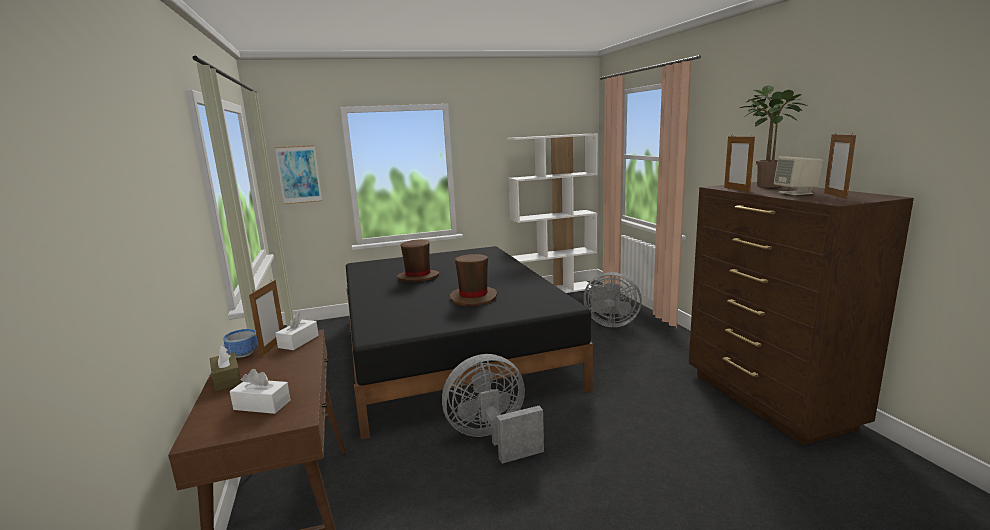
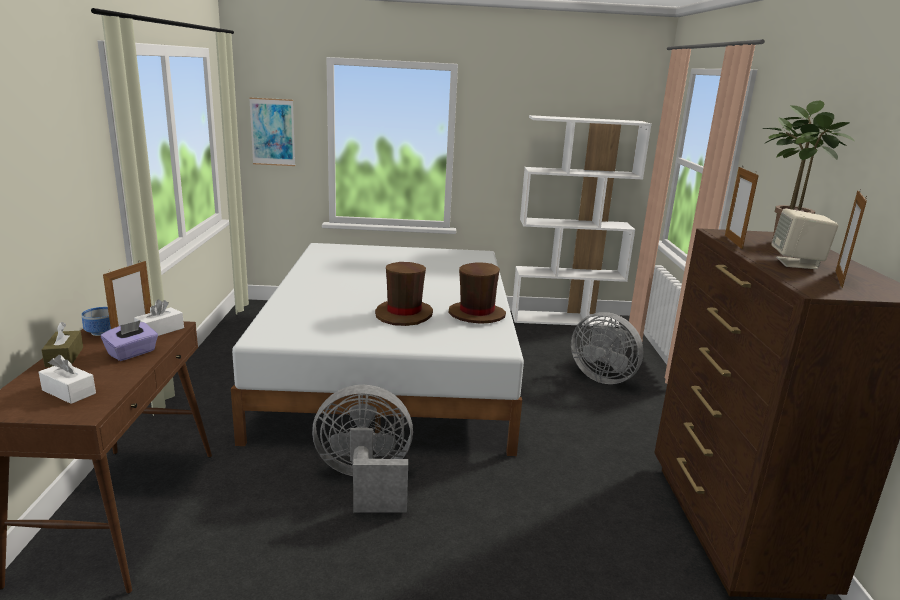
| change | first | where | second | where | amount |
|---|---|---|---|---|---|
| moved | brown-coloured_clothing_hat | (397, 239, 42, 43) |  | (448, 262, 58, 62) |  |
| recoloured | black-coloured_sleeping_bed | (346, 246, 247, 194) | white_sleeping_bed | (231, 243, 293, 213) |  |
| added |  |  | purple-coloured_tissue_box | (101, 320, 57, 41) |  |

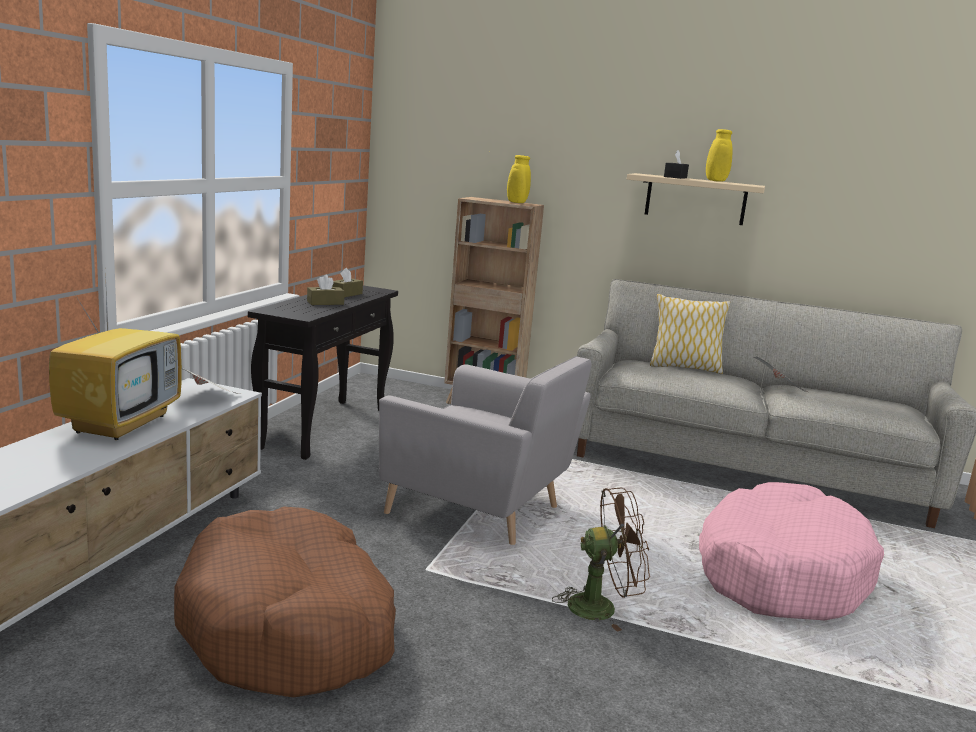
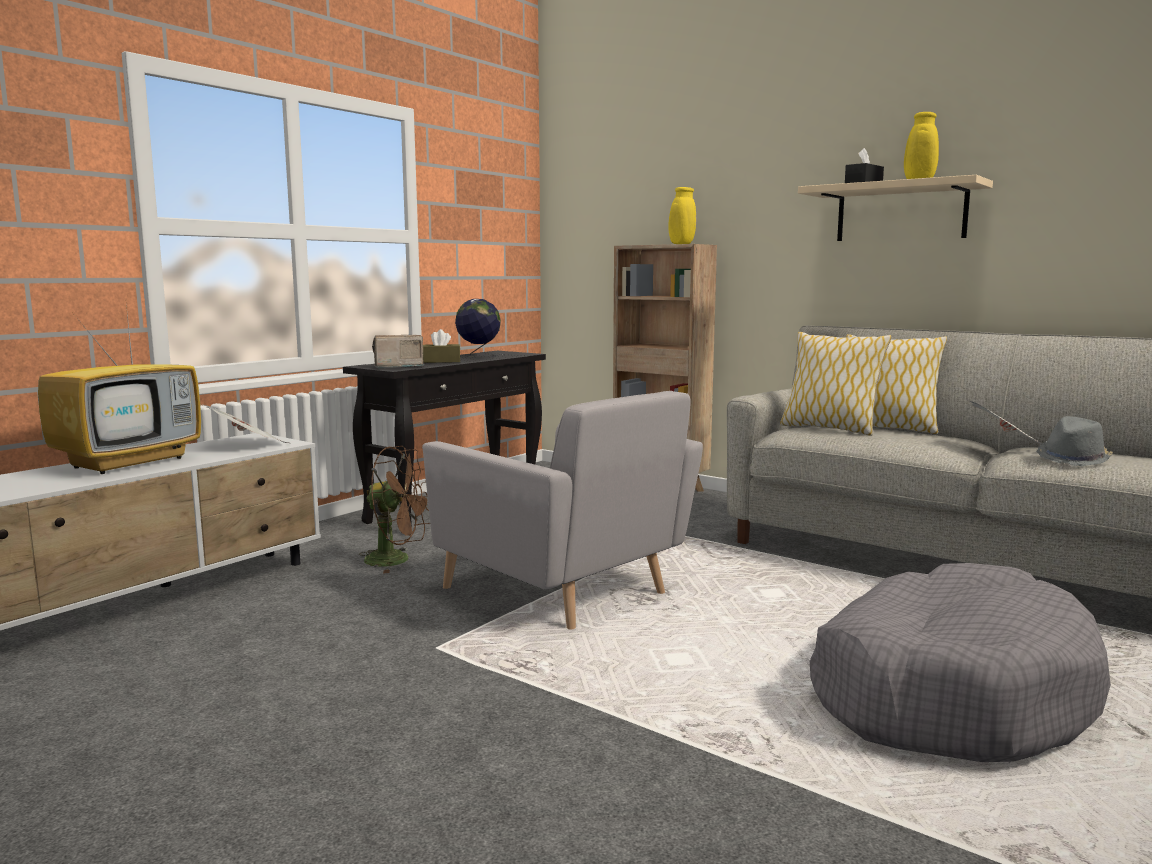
| change | first | where | second | where | amount |
|---|---|---|---|---|---|
| replaced | brown-coloured_tissue_box | (332, 268, 31, 29) | desk_globe | (455, 299, 46, 59) |  |
| recoloured | pink-coloured_pet_bed | (699, 482, 185, 138) | grey_pet_bed | (810, 563, 301, 199) |  |
| moved | brown-coloured_electric_fan | (552, 488, 98, 144) |  | (359, 446, 72, 128) |  |
| removed | brown-coloured_pet_bed | (174, 507, 222, 190) |  |  |  |
| added |  |  | throw_pillow | (780, 332, 111, 104) |  |
| added |  |  | radio | (372, 335, 52, 33) |  |
| added |  |  | grey_clothing_hat | (1036, 416, 77, 50) |  |

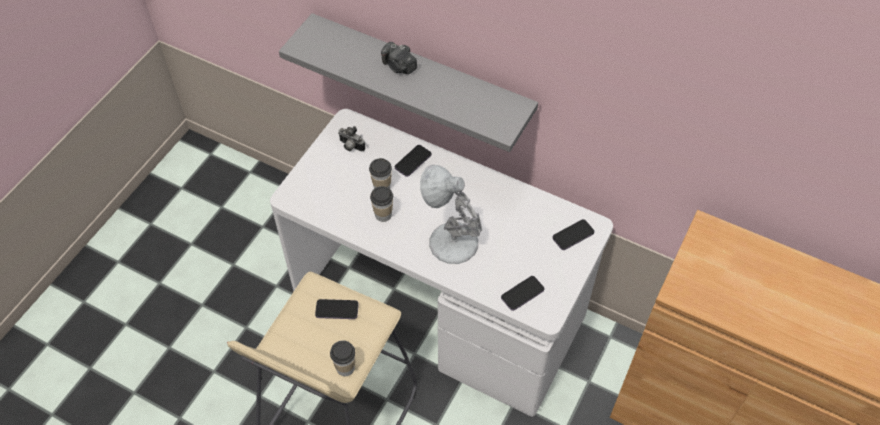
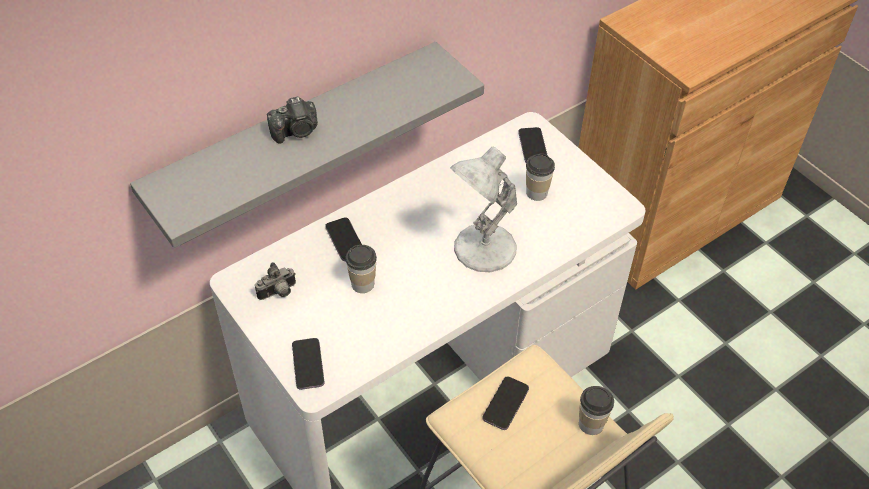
| change | first | where | second | where | amount |
|---|---|---|---|---|---|
| moved | small_cup | (370, 186, 23, 36) |  | (526, 153, 29, 48) |  |
| moved | phone | (501, 276, 44, 35) |  | (292, 338, 32, 52) |  |

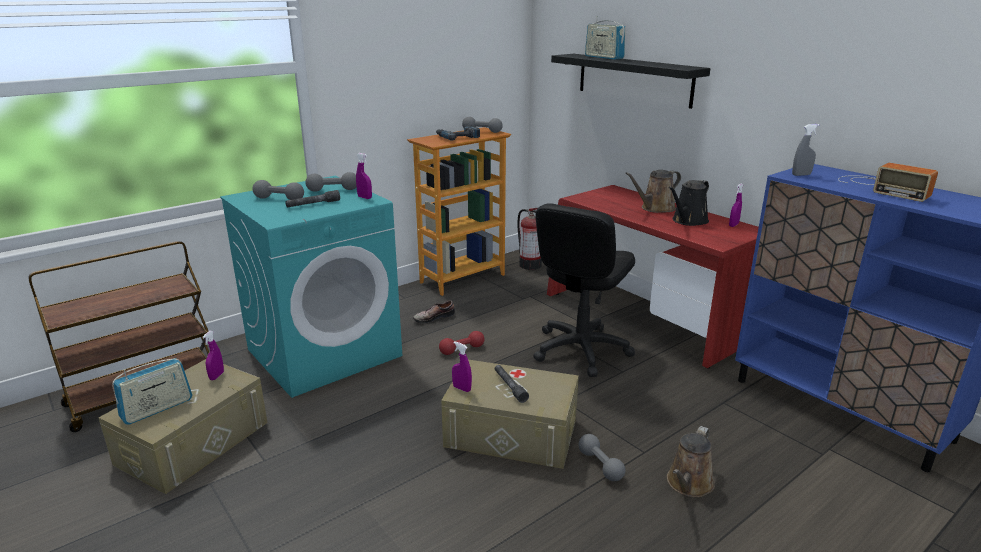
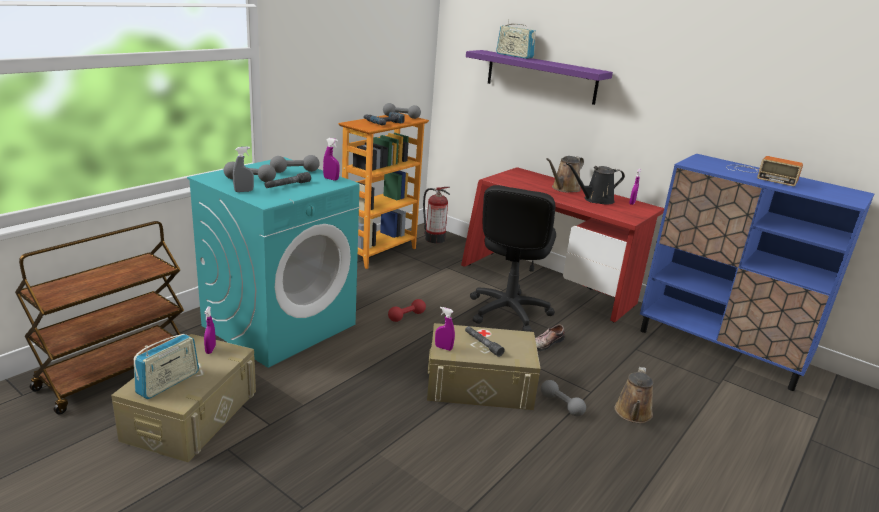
| change | first | where | second | where | amount |
|---|---|---|---|---|---|
| recoloured | black-coloured_shelf | (551, 54, 160, 55) | purple-coloured_shelf | (466, 50, 147, 55) |  |
| moved | grey_sprayer | (792, 124, 28, 52) |  | (233, 147, 21, 45) |  |
| turned | black-coloured_watering_pot | (669, 180, 40, 46) |  | (566, 163, 59, 42) | 45 degrees clockwise |
| moved | low_shoe | (413, 300, 42, 23) |  | (535, 325, 30, 26) |  |

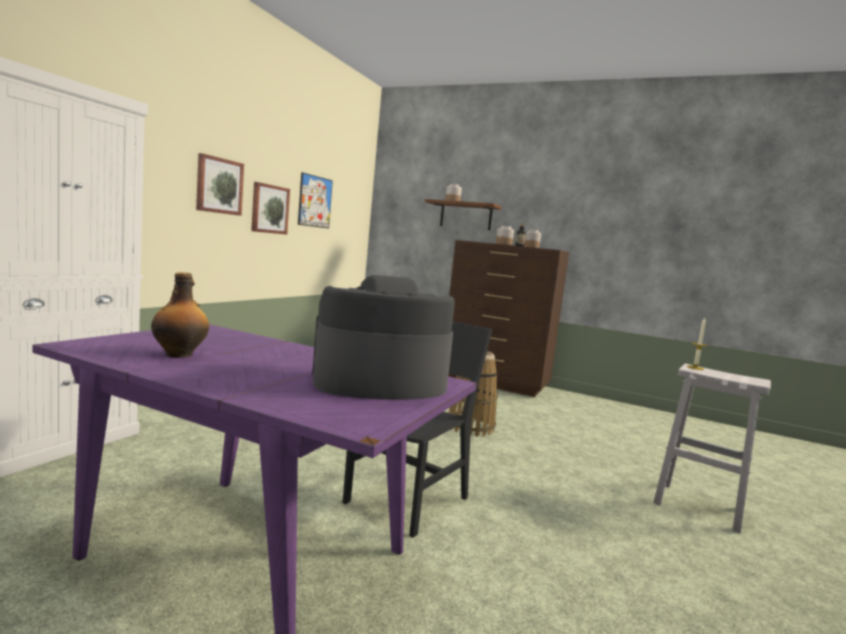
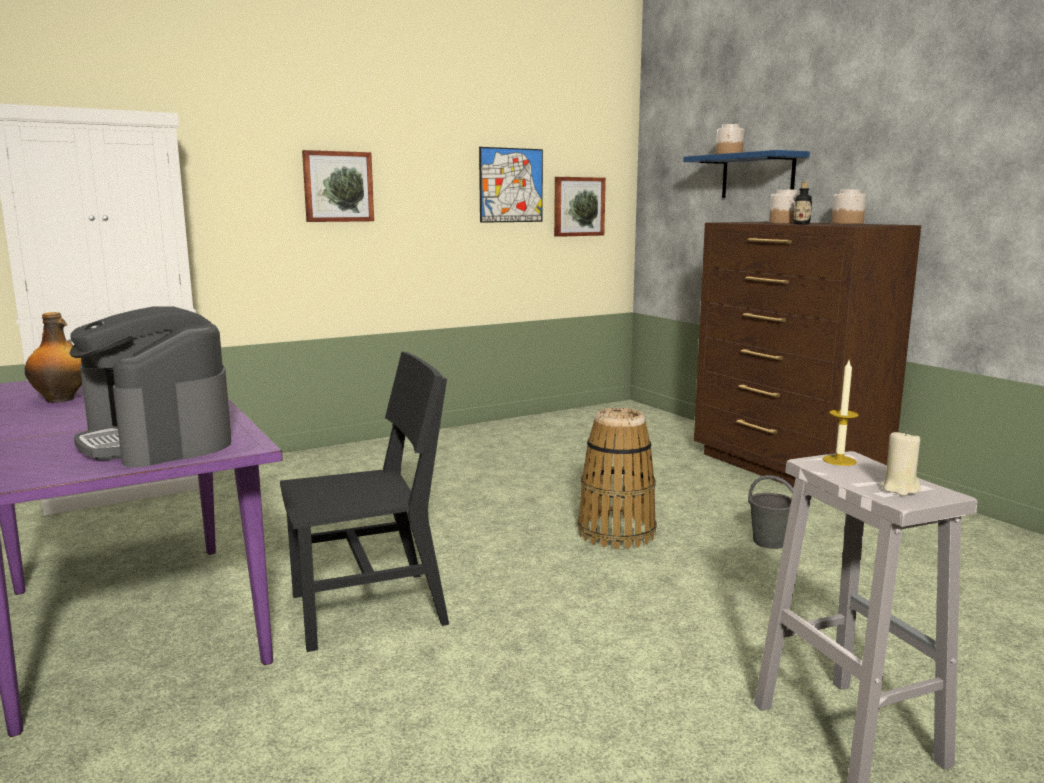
| change | first | where | second | where | amount |
|---|---|---|---|---|---|
| moved | wall_art | (251, 182, 39, 52) |  | (554, 177, 52, 60) |  |
| recoloured | brown-coloured_shelf | (425, 199, 77, 31) | blue-coloured_shelf | (683, 150, 127, 48) |  |
| turned | coffee_brewer | (312, 275, 143, 125) |  | (69, 306, 162, 161) | 150 degrees counterclockwise |
| added |  |  | beige-coloured_wax_light | (881, 430, 39, 66) |  |
| added |  |  | grey_pail | (748, 475, 45, 74) |  |

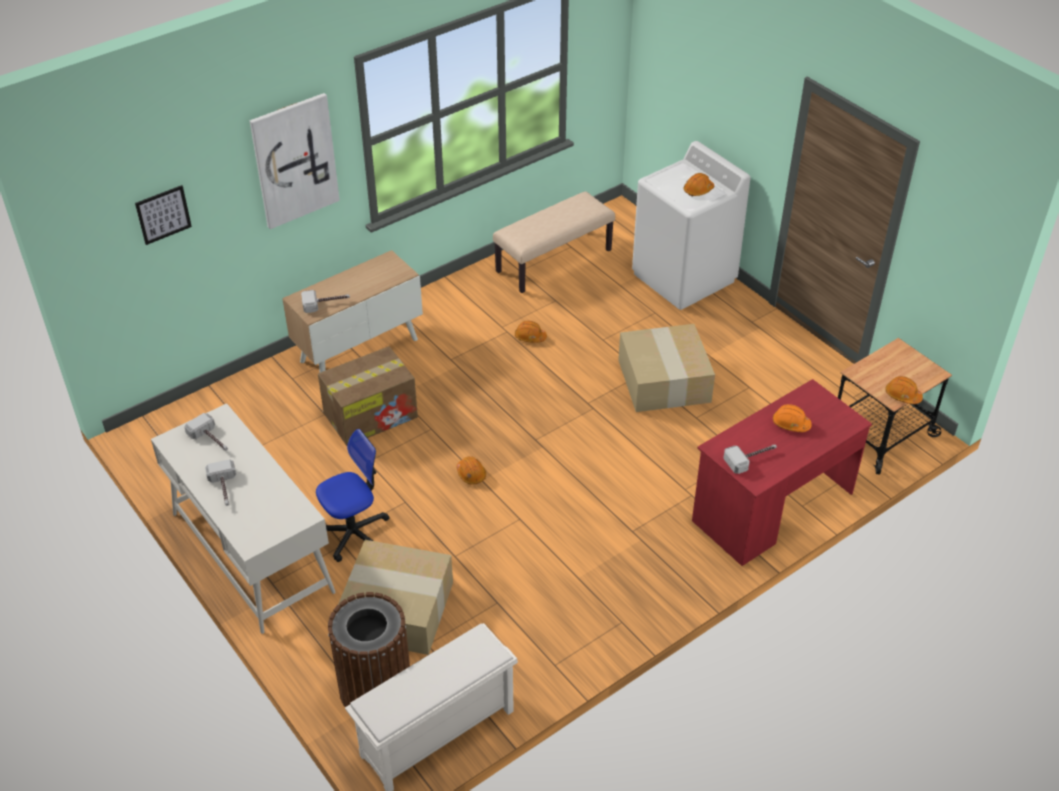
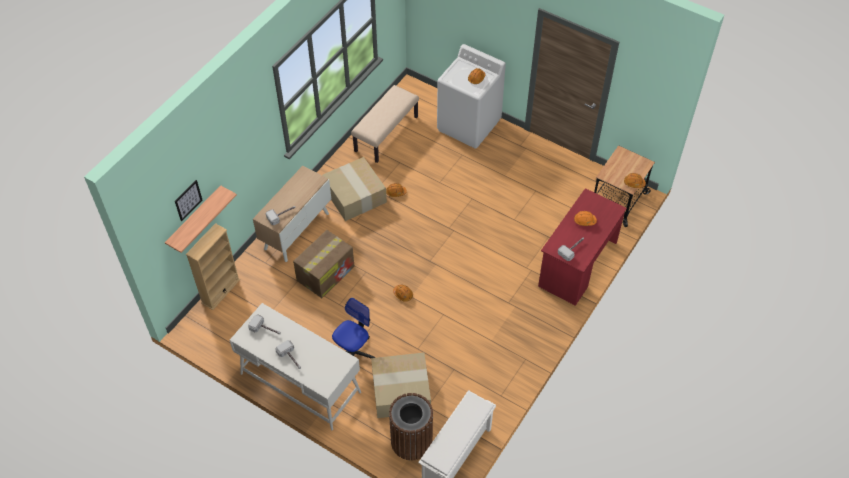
| change | first | where | second | where | amount |
|---|---|---|---|---|---|
| removed | wall_art | (250, 93, 90, 136) |  |  |  |
| moved | packing_box | (618, 324, 97, 88) |  | (322, 157, 65, 64) |  |
| added |  |  | shelf | (165, 185, 72, 68) |  |
| added |  |  | beige-coloured_bookshelf | (186, 223, 54, 87) |  |

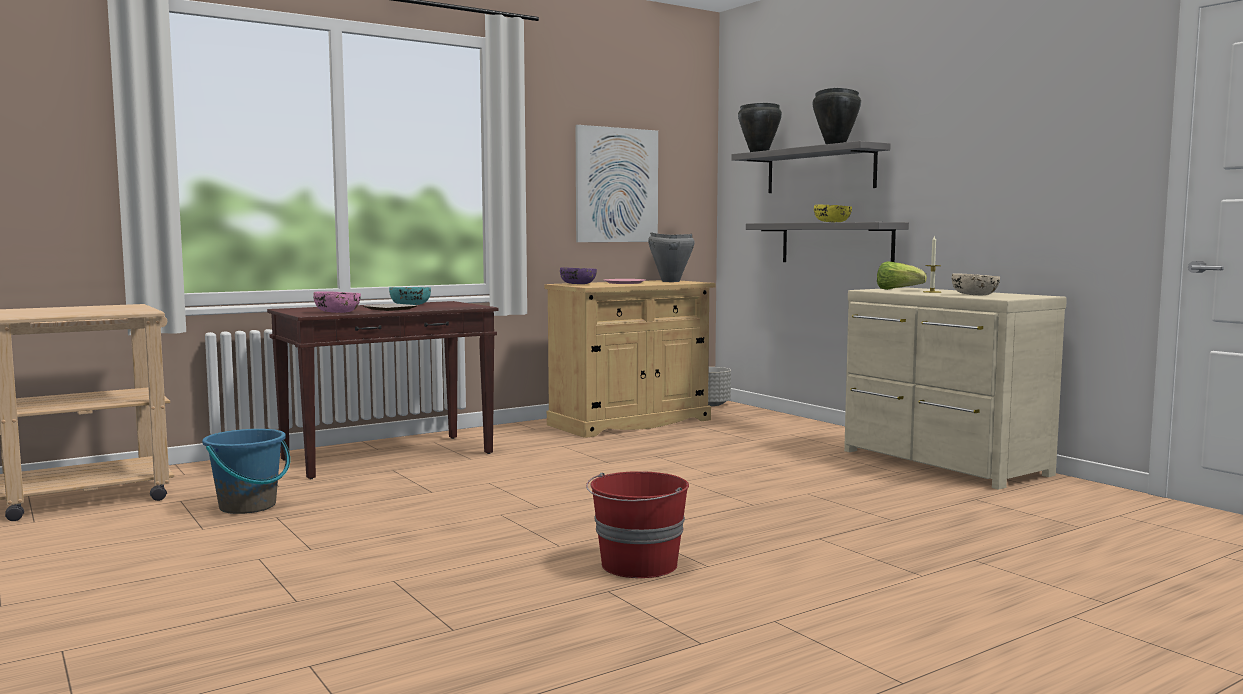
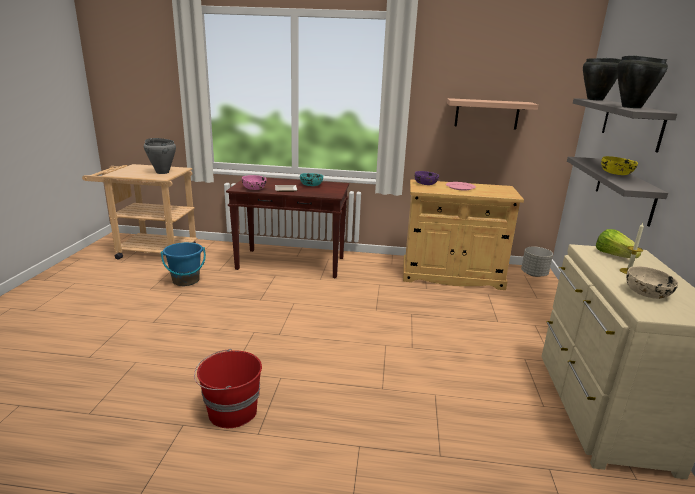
| change | first | where | second | where | amount |
|---|---|---|---|---|---|
| replaced | wall_art | (576, 125, 82, 117) | shelf | (447, 98, 91, 32) |  |
| moved | grey_stockpot | (648, 232, 47, 50) |  | (144, 138, 32, 36) |  |

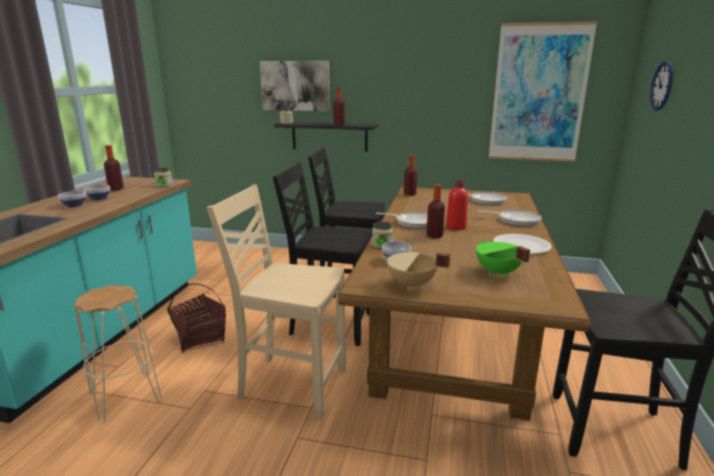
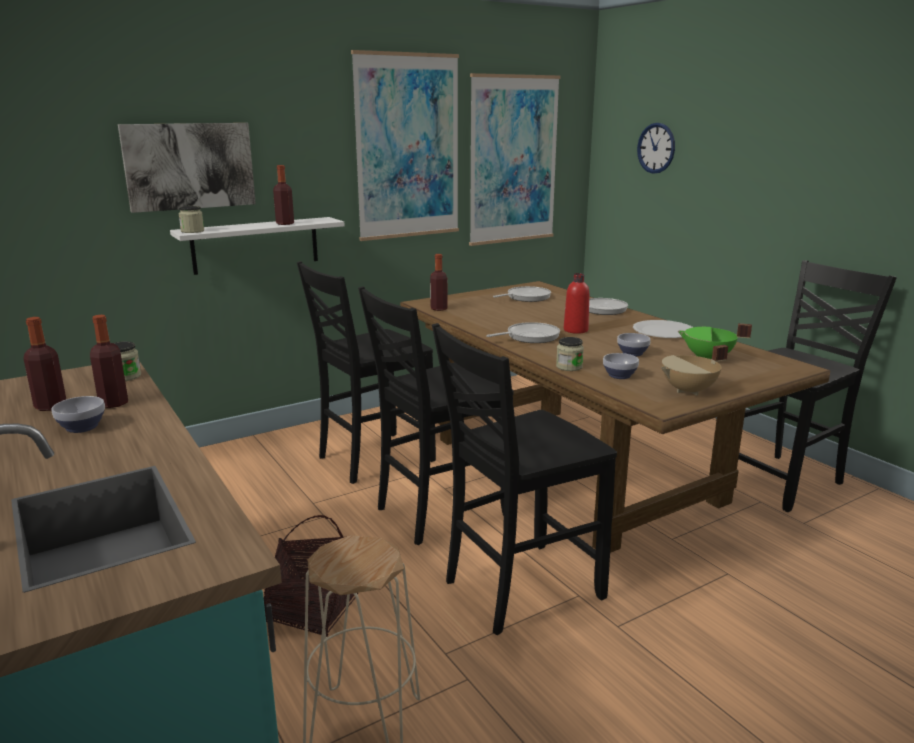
| change | first | where | second | where | amount |
|---|---|---|---|---|---|
| recoloured | black-coloured_shelf | (274, 122, 104, 30) | white_shelf | (170, 217, 174, 58) |  |
| recoloured | beige-coloured_chair | (207, 184, 139, 235) | black-coloured_chair | (432, 323, 185, 312) |  |
| moved | bottle | (426, 184, 19, 55) |  | (90, 315, 38, 93) |  |
| moved | serving_bowl | (58, 191, 28, 16) |  | (617, 333, 34, 23) |  |
| added |  |  | wall_art | (351, 50, 108, 191) |  |

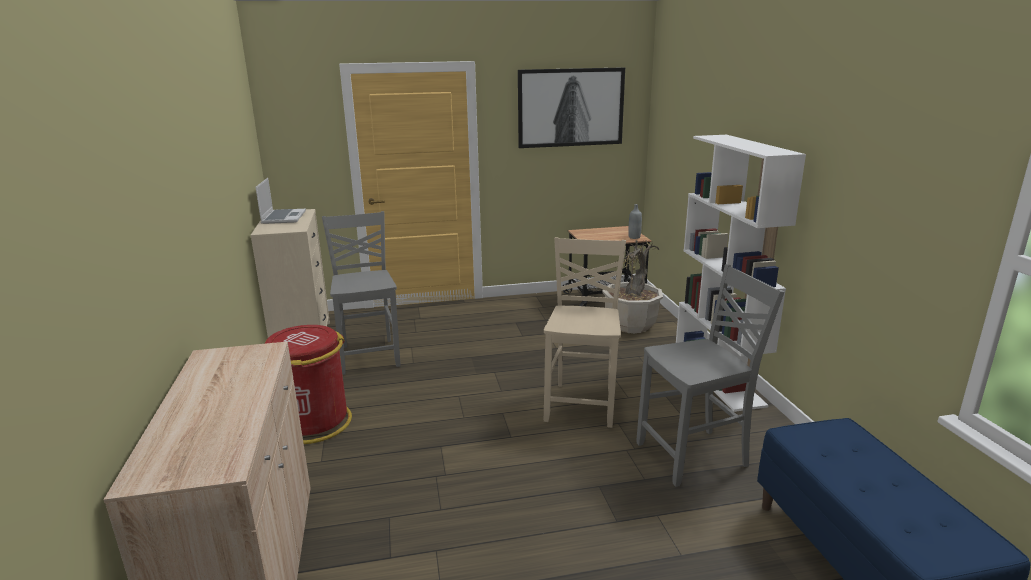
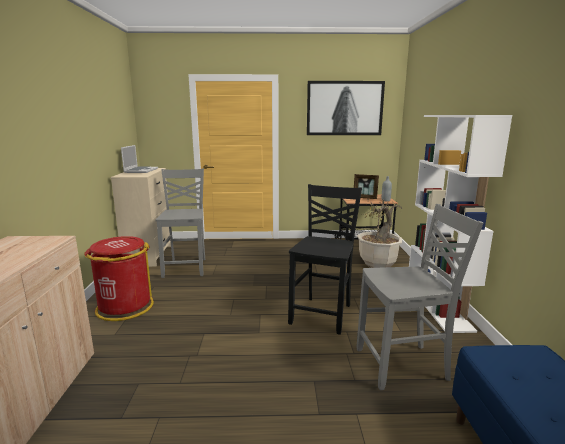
| change | first | where | second | where | amount |
|---|---|---|---|---|---|
| recoloured | beige-coloured_chair | (544, 237, 82, 191) | black-coloured_chair | (288, 184, 74, 151) |  |
| added |  |  | picture_frame | (354, 174, 25, 25) |  |

